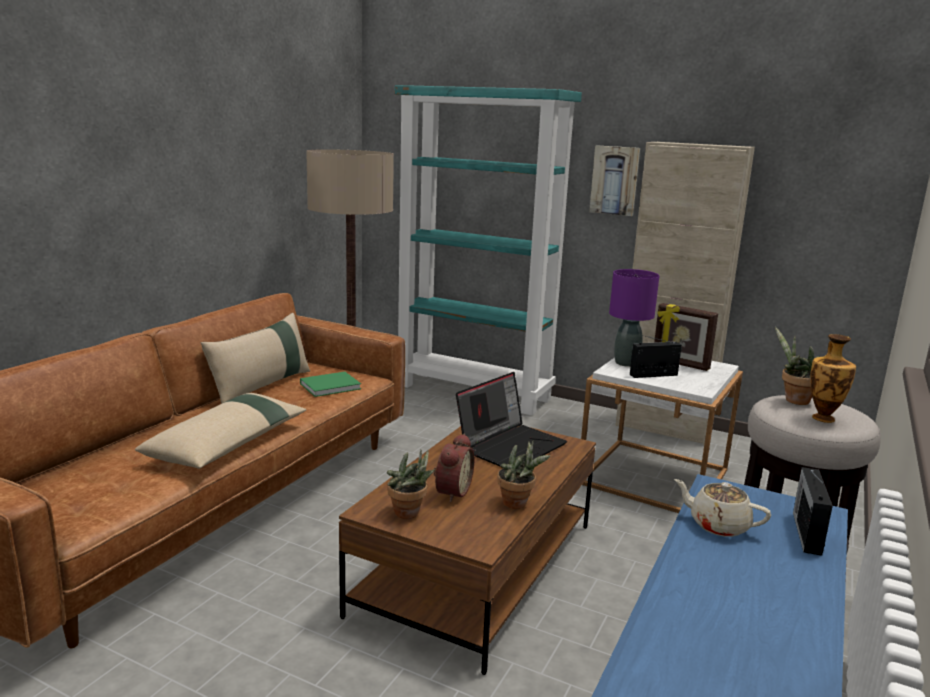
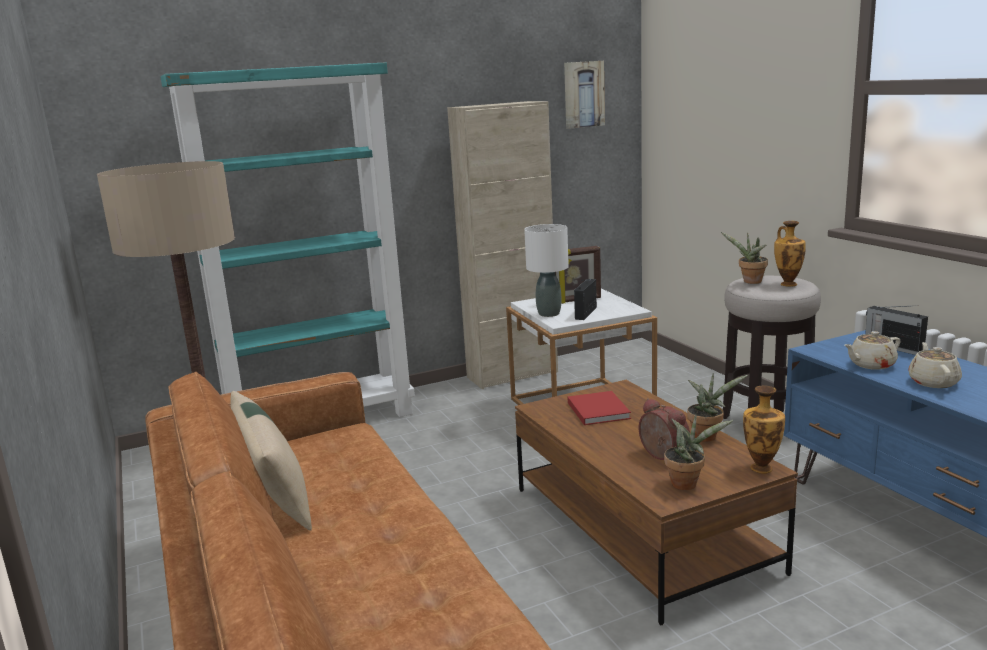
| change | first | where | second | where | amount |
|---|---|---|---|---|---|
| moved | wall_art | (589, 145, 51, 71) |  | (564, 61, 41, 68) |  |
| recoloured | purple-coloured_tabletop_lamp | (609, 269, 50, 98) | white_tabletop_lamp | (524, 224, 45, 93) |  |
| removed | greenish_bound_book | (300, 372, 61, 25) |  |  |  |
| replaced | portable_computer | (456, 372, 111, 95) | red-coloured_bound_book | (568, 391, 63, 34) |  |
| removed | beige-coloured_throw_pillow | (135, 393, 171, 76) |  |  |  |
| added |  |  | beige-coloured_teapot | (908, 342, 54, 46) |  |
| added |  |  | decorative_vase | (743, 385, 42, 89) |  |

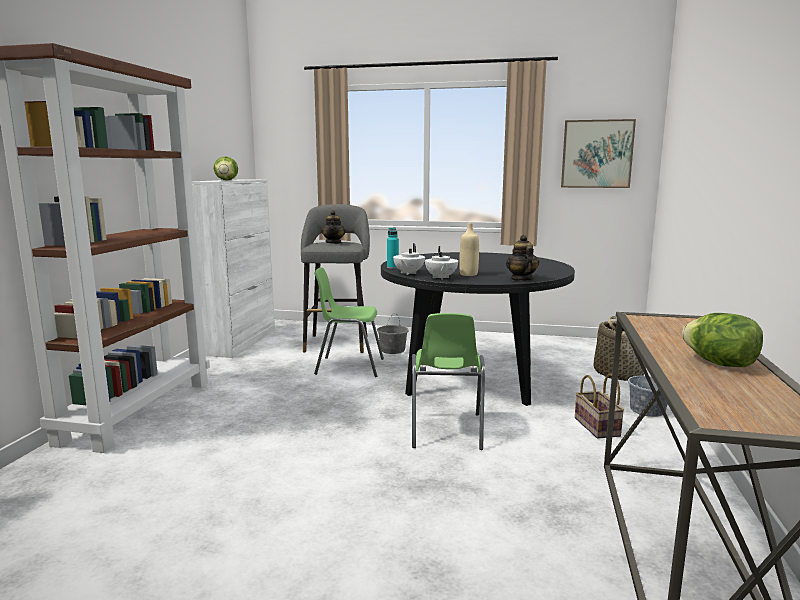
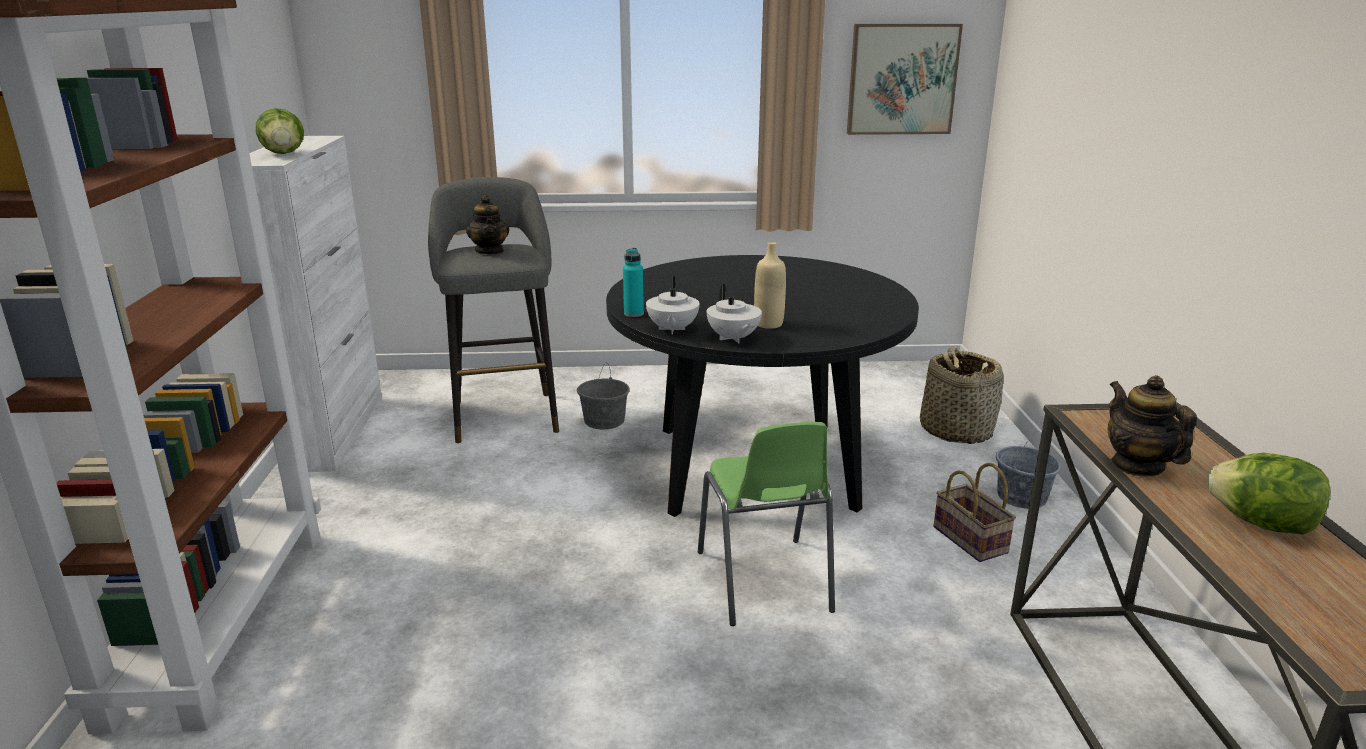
| change | first | where | second | where | amount |
|---|---|---|---|---|---|
| moved | teapot | (506, 235, 33, 46) |  | (1108, 375, 89, 102) |  |
| removed | greenish_chair | (314, 267, 70, 110) |  |  |  |

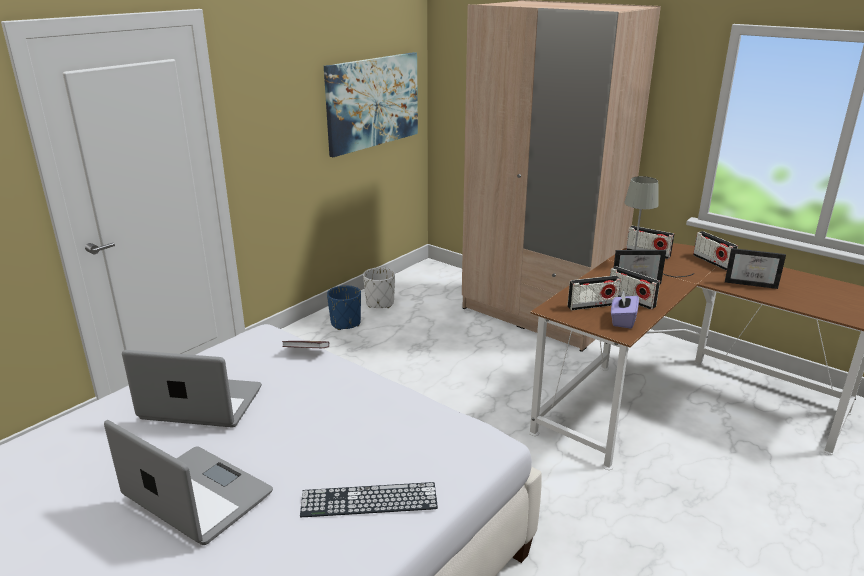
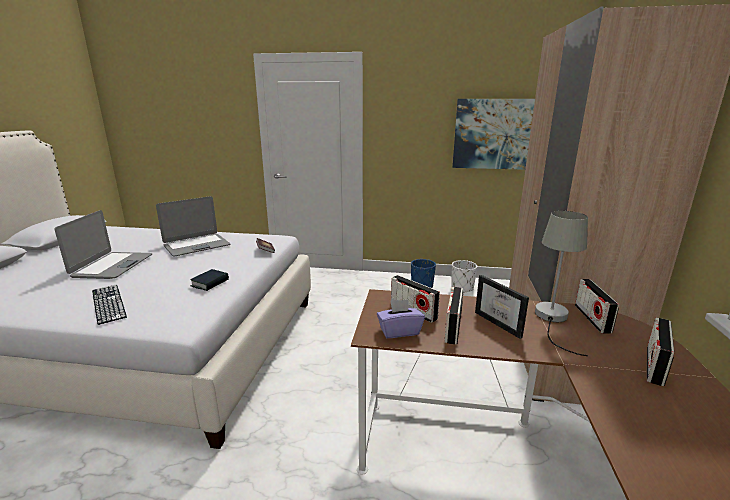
| change | first | where | second | where | amount |
|---|---|---|---|---|---|
| removed | picture_frame | (725, 248, 61, 41) |  |  |  |
| turned | portable_computer | (122, 350, 140, 77) |  | (156, 196, 74, 61) | 75 degrees clockwise |
| added |  |  | bound_book | (190, 269, 39, 22) |  |

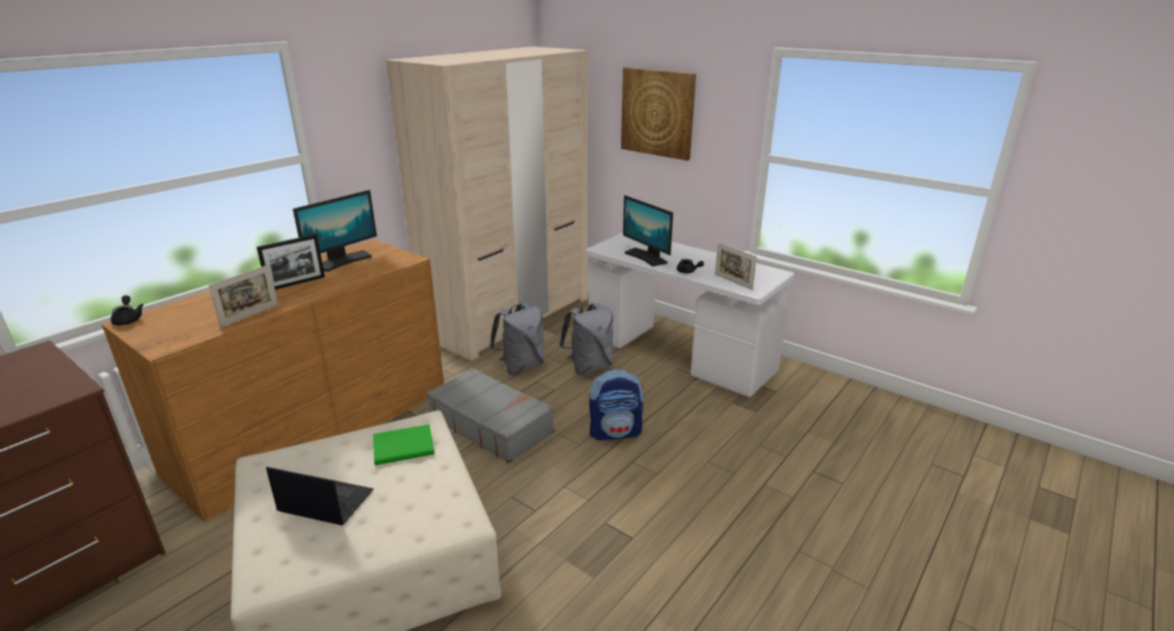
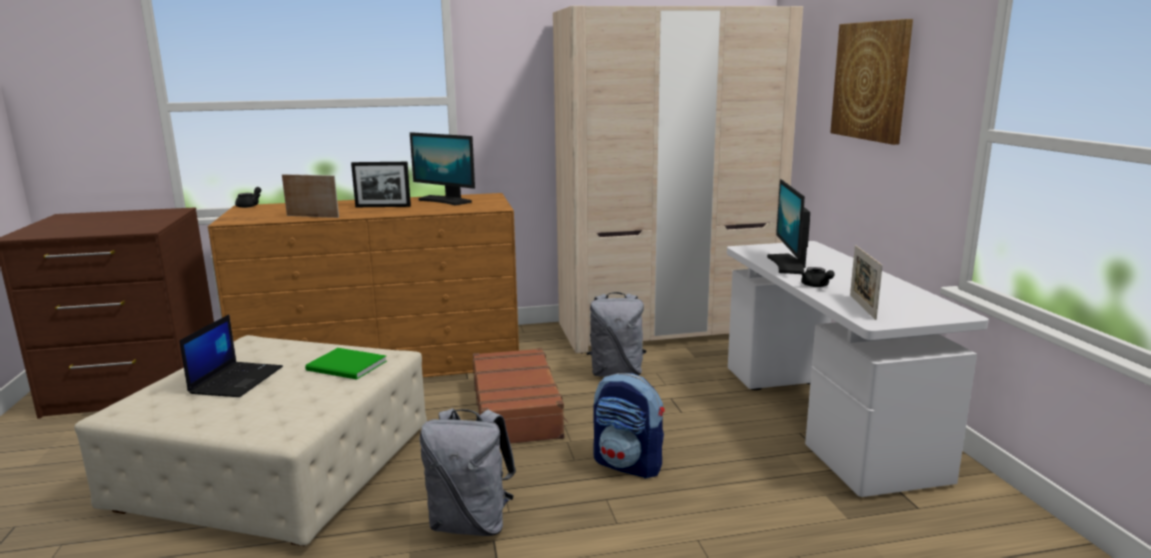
| change | first | where | second | where | amount |
|---|---|---|---|---|---|
| turned | monitor | (293, 190, 84, 82) |  | (410, 132, 65, 74) | 45 degrees clockwise |
| turned | picture_frame | (209, 264, 69, 63) |  | (282, 174, 57, 44) | 150 degrees counterclockwise |
| moved | grey_backpack | (559, 303, 54, 71) |  | (420, 408, 96, 128) |  |
| recoloured | grey_suitcase | (426, 368, 128, 95) | brown-coloured_suitcase | (473, 348, 95, 96) |  |
| turned | portable_computer | (266, 467, 108, 58) |  | (180, 315, 103, 82) | 45 degrees clockwise |

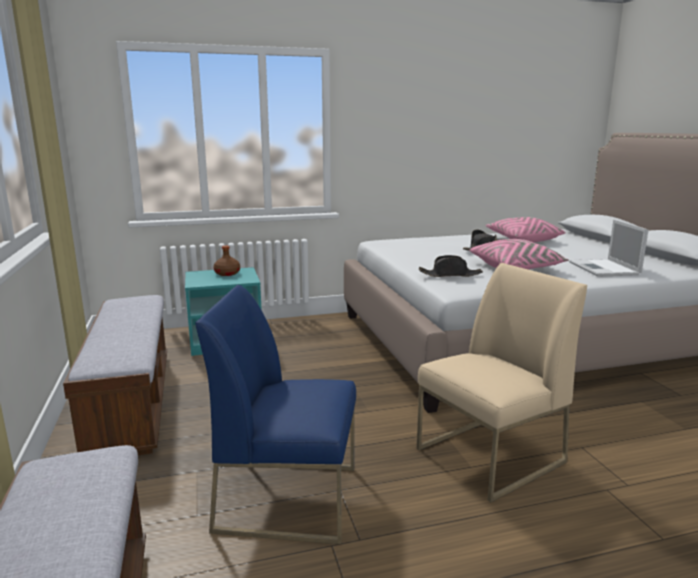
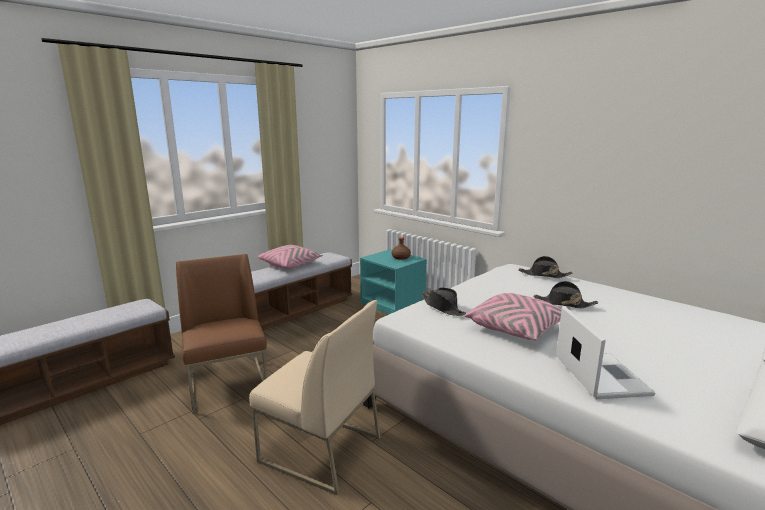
| change | first | where | second | where | amount |
|---|---|---|---|---|---|
| moved | pink-coloured_throw_pillow | (485, 217, 81, 25) |  | (257, 245, 66, 24) |  |
| turned | portable_computer | (569, 219, 79, 58) |  | (556, 306, 99, 93) | 120 degrees clockwise |
| recoloured | blue-coloured_chair | (195, 285, 161, 259) | brown-coloured_chair | (176, 254, 92, 160) |  |
| added |  |  | black-coloured_clothing_hat | (518, 256, 54, 22) |  |

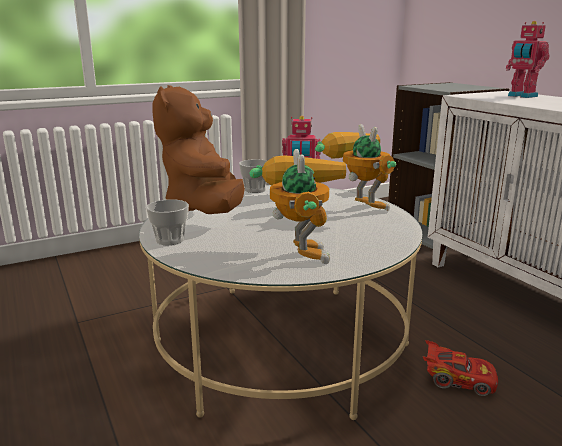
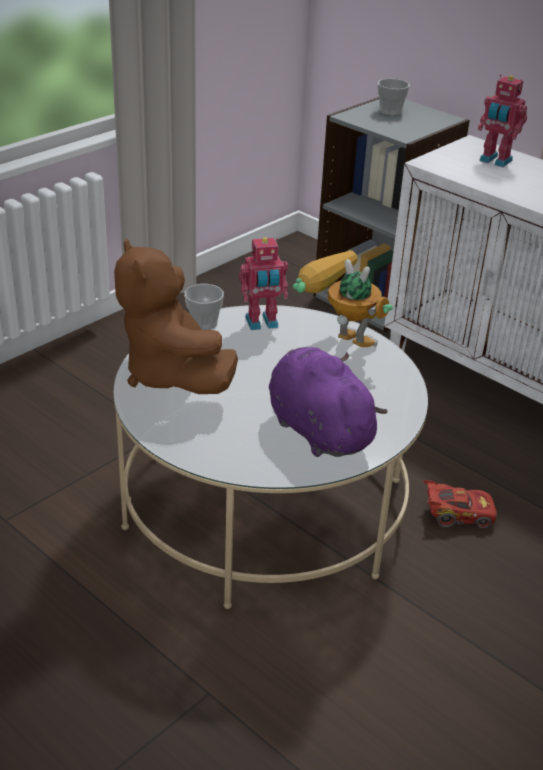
| change | first | where | second | where | amount |
|---|---|---|---|---|---|
| replaced | toy_robot | (250, 149, 96, 115) | purple-coloured_cuddly_toy | (269, 347, 119, 110) |  |
| moved | small_cup | (146, 199, 43, 46) |  | (378, 79, 32, 37) |  |

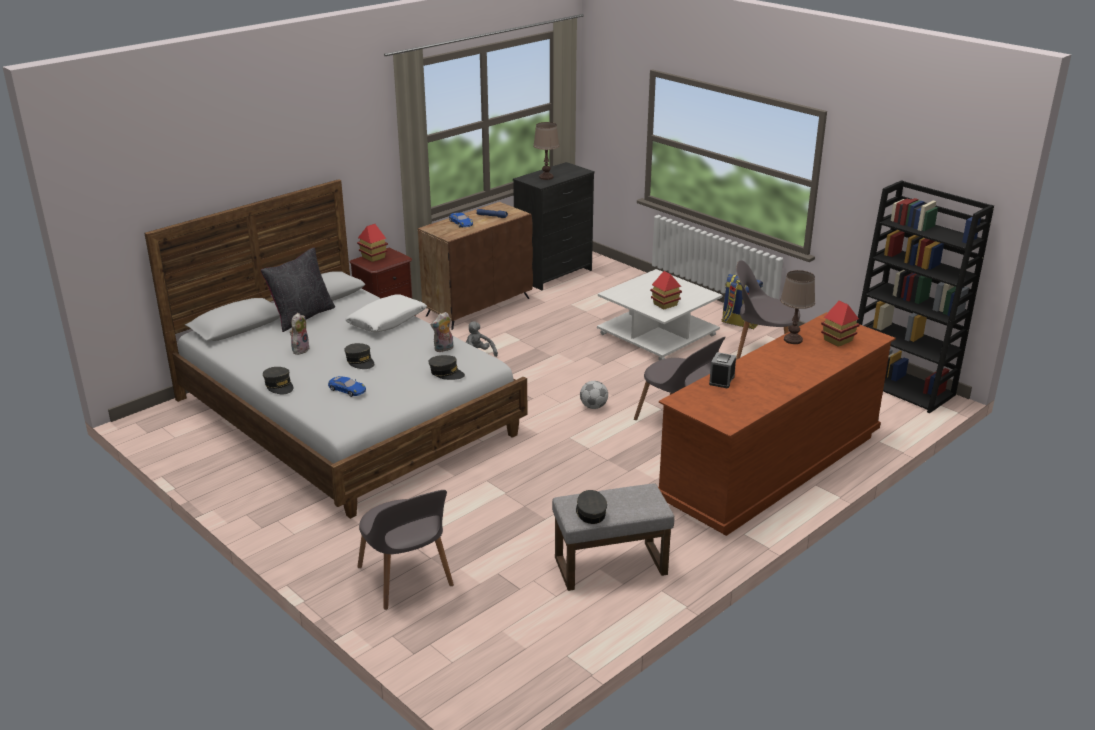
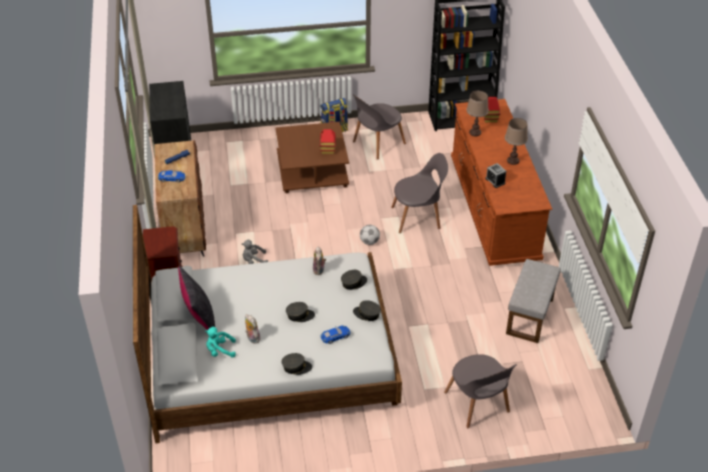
| change | first | where | second | where | amount |
|---|---|---|---|---|---|
| moved | brown-coloured_tabletop_lamp | (533, 122, 26, 58) |  | (505, 118, 23, 47) |  |
| removed | miniature_house | (357, 224, 31, 38) |  |  |  |
| recoloured | white_lounge_table | (597, 269, 126, 91) | brown-coloured_lounge_table | (275, 122, 74, 71) |  |
| removed | white_throw_pillow | (345, 294, 82, 38) |  |  |  |
| turned | grey_chair | (357, 490, 97, 120) |  | (444, 354, 73, 74) | 60 degrees clockwise |
| moved | grey_baseball_cap | (576, 490, 31, 34) |  | (353, 300, 28, 21) |  |
| added |  |  | turquoise-coloured_cuddly_toy | (205, 327, 31, 30) |  |

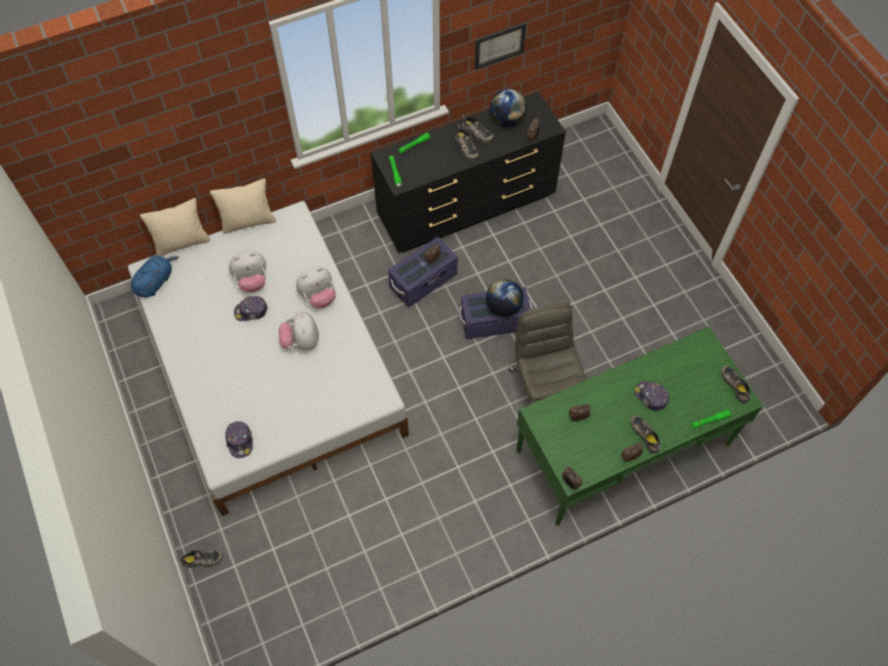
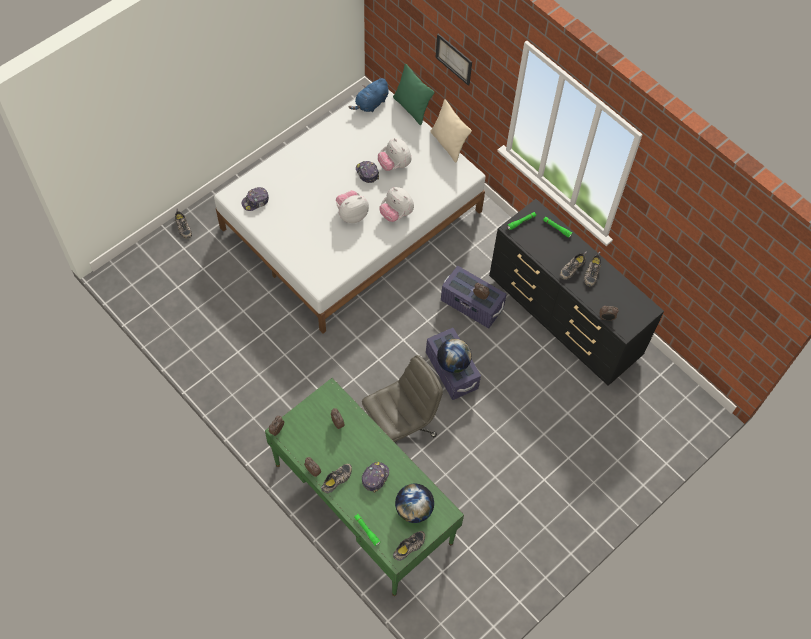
| change | first | where | second | where | amount |
|---|---|---|---|---|---|
| moved | wall_art | (475, 23, 51, 47) |  | (435, 33, 37, 53) |  |
| moved | desk_globe | (490, 89, 37, 38) |  | (395, 484, 39, 39) |  |
| recoloured | beige-coloured_throw_pillow | (140, 198, 70, 58) | greenish_throw_pillow | (393, 64, 41, 61) |  |
| turned | blue-coloured_cuddly_toy | (131, 255, 48, 43) |  | (349, 78, 40, 34) | 120 degrees clockwise |

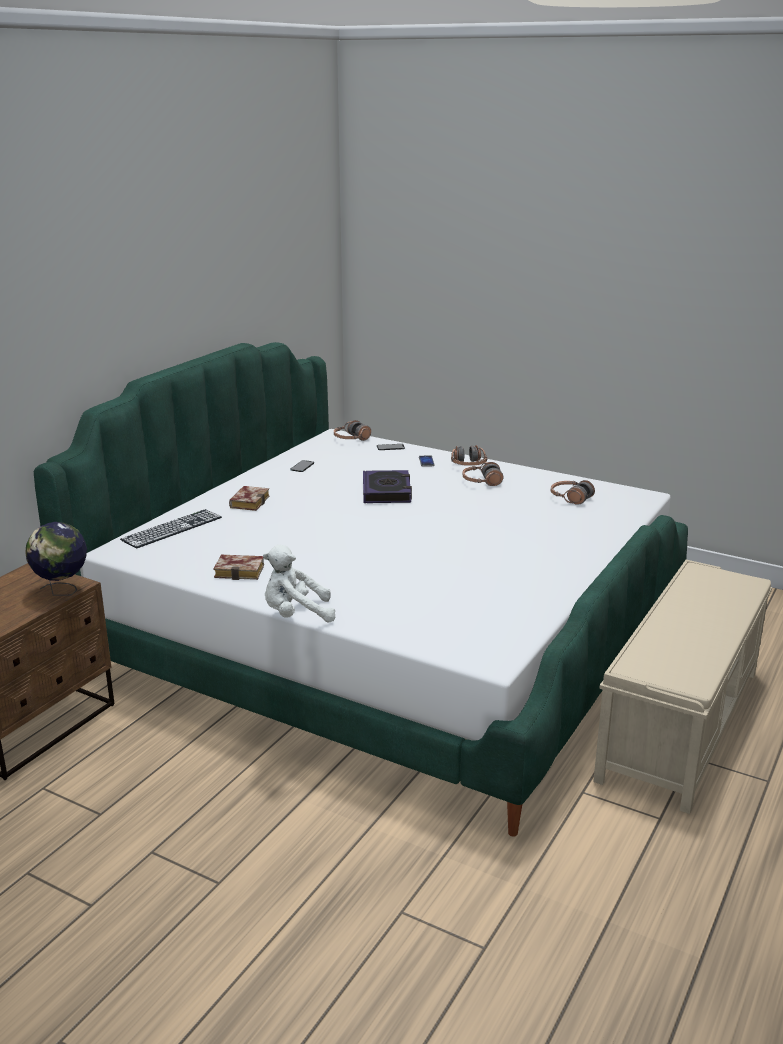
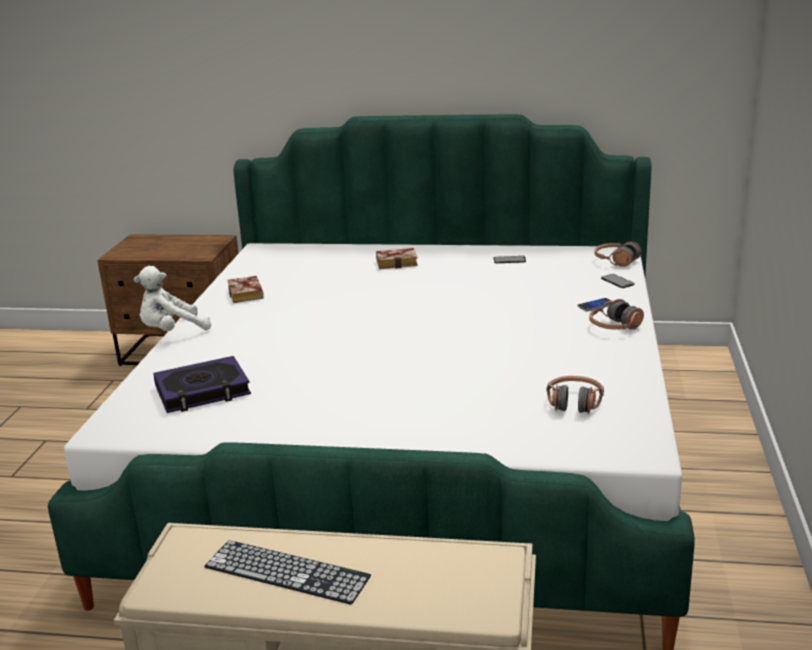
| change | first | where | second | where | amount |
|---|---|---|---|---|---|
| removed | headphones | (462, 462, 42, 24) |  |  |  |
| moved | bound_book | (363, 470, 49, 33) |  | (153, 356, 98, 57) |  |
| moved | computer_keyboard | (120, 509, 102, 40) |  | (204, 540, 167, 65) |  |
| removed | desk_globe | (25, 522, 62, 73) |  |  |  |
| turned | white_cuddly_toy | (263, 545, 72, 77) |  | (134, 266, 77, 65) | 90 degrees counterclockwise |

